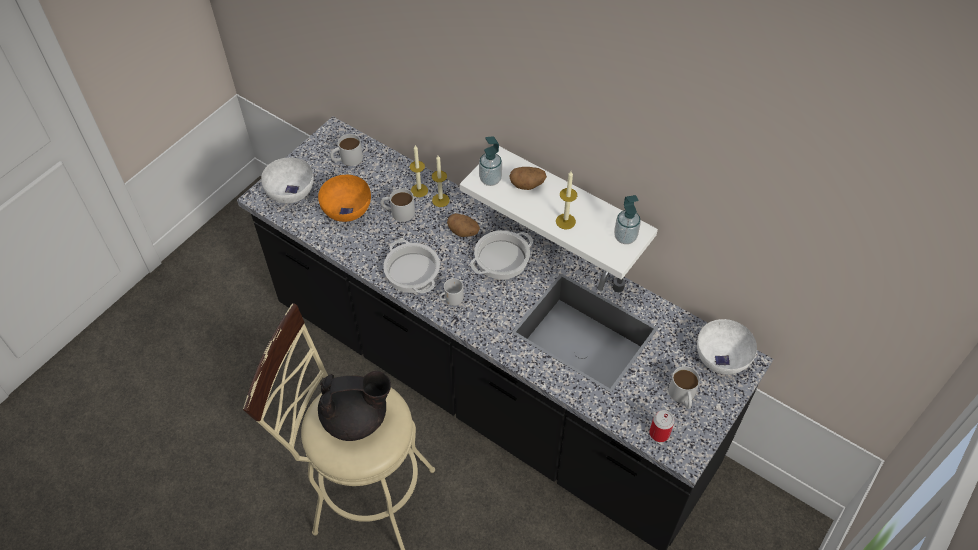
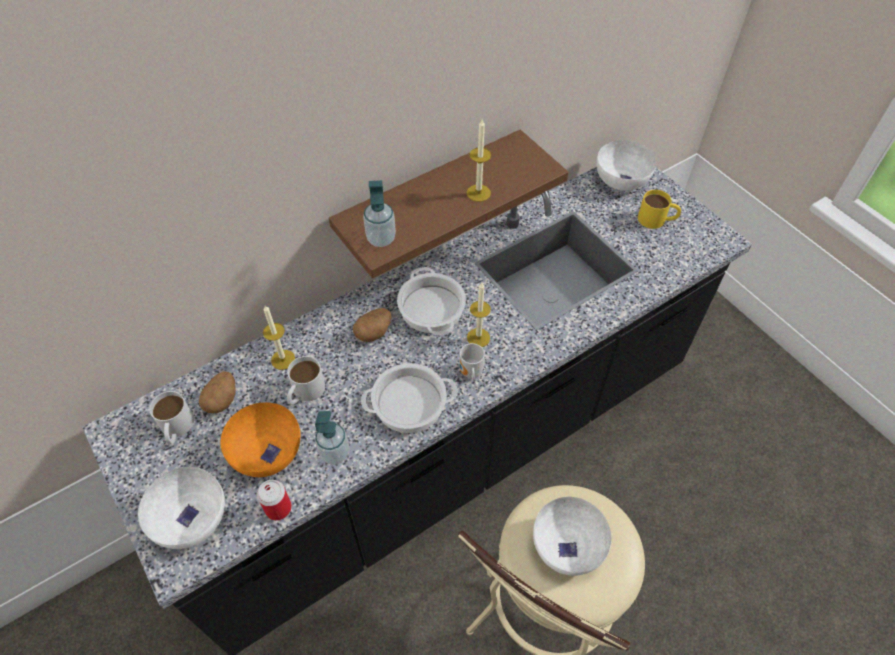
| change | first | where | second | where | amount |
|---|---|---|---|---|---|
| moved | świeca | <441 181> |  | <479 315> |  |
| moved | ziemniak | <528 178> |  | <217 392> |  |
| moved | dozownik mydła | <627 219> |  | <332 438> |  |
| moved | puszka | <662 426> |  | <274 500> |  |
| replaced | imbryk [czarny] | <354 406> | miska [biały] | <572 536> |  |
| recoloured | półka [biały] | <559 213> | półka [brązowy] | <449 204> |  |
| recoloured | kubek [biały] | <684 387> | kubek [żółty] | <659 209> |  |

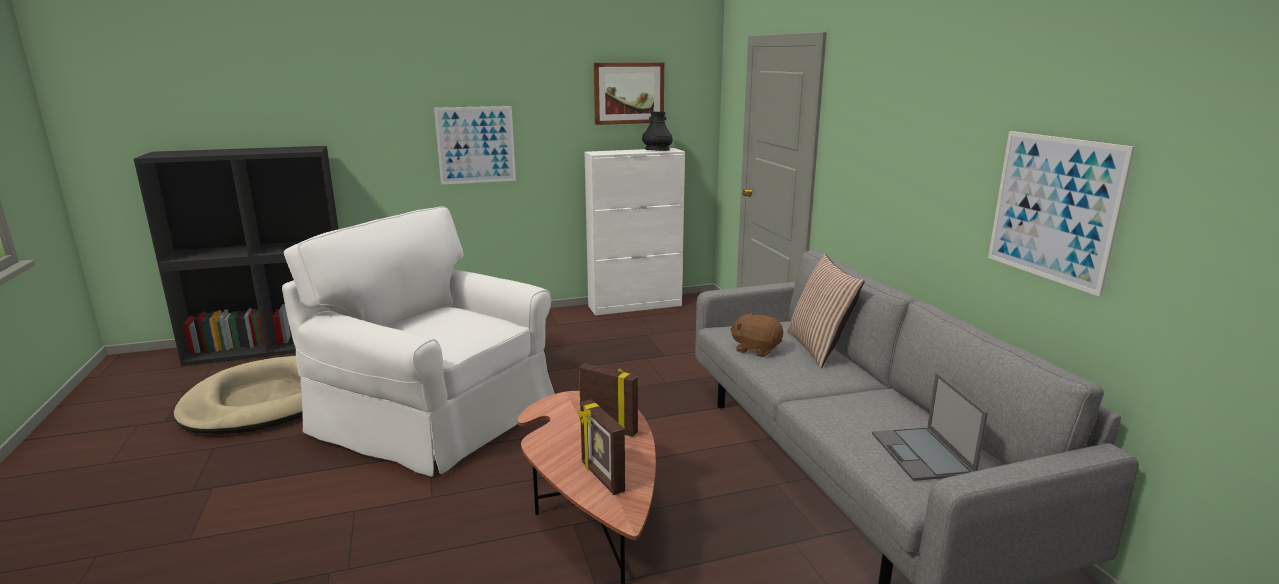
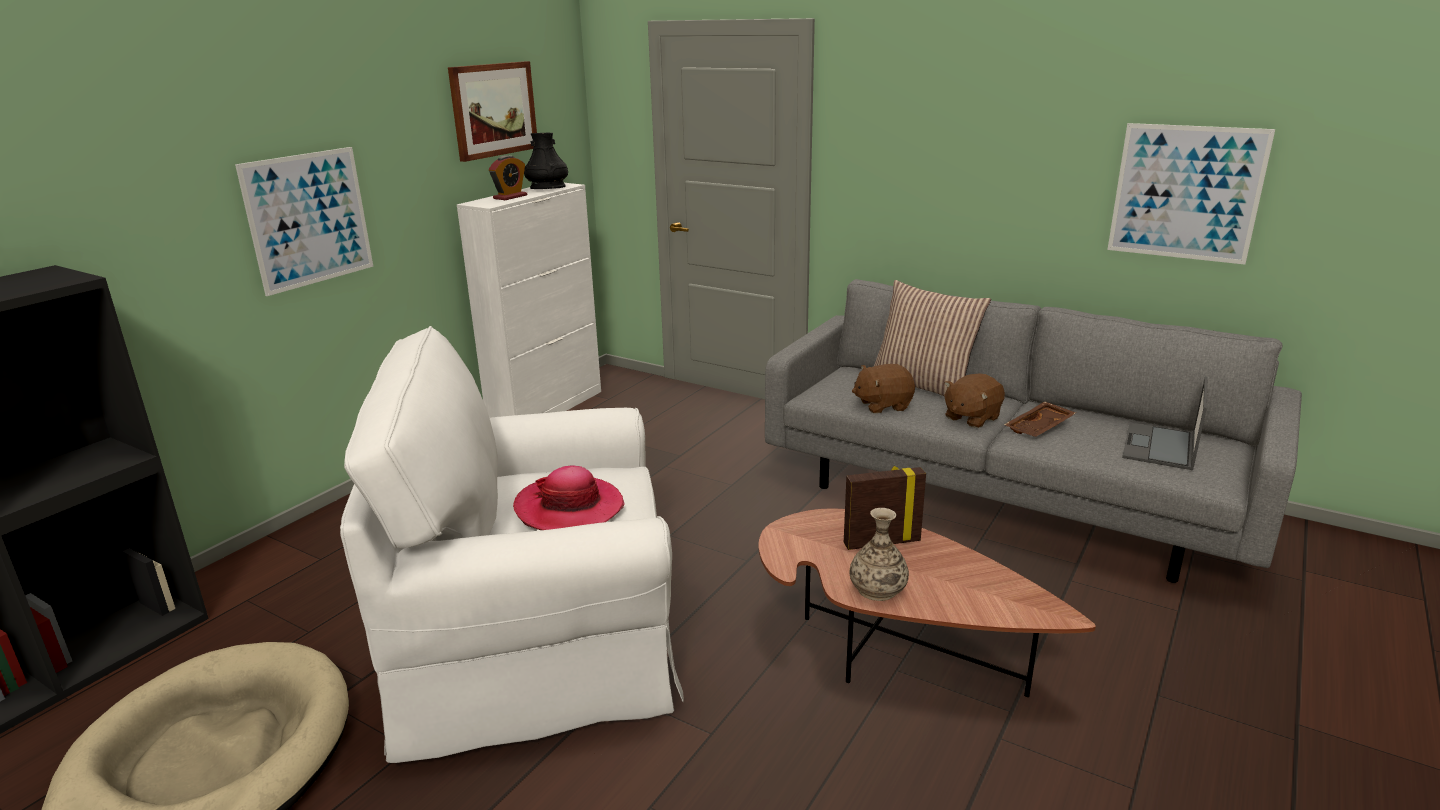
| change | first | where | second | where | amount |
|---|---|---|---|---|---|
| removed | ramka na zdjęcie | <601 447> |  |  |  |
| added |  |  | budzik | <508 177> |  |
| added |  |  | kapelusz | <569 497> |  |
| added |  |  | wazon | <879 554> |  |
| added |  |  | pluszak [brązowy] | <974 400> |  |
| added |  |  | taca [brązowy] | <1040 419> |  |
| turned | laptop | <930 427> |  | <1165 423> | 75 degrees clockwise |

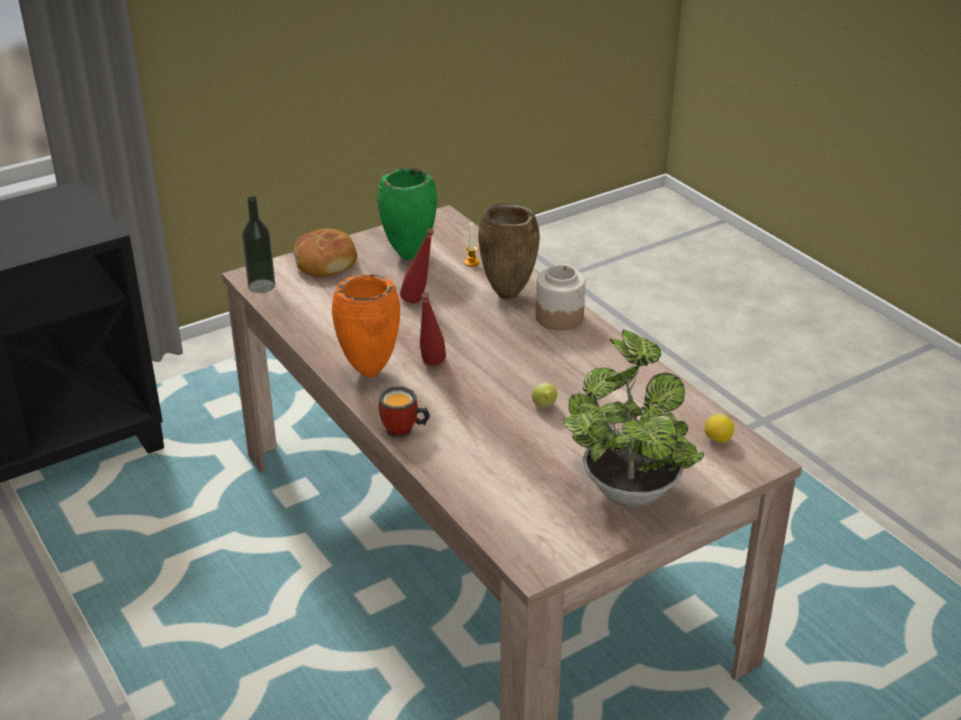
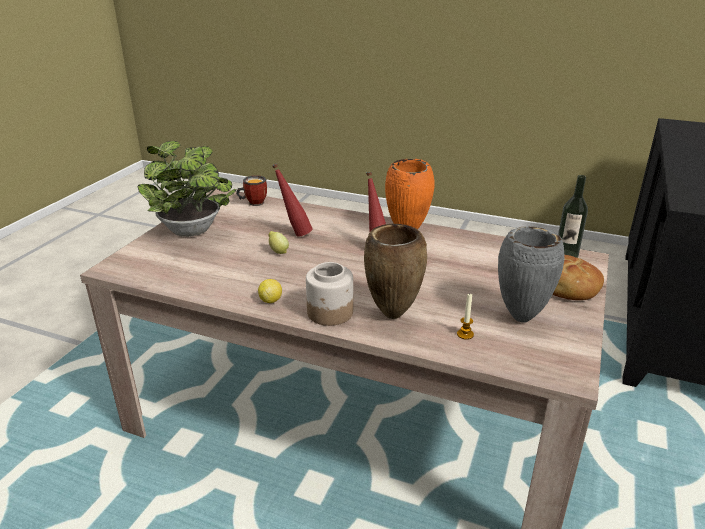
| change | first | where | second | where | amount |
|---|---|---|---|---|---|
| moved | kubek | <404 412> |  | <251 190> |  |
| moved | butelka [czerwony] | <417 265> |  | <292 200> |  |
| moved | cytryna | <719 428> |  | <270 291> |  |
| recoloured | wazon [zielony] | <407 214> | wazon [szary] | <531 275> |  |

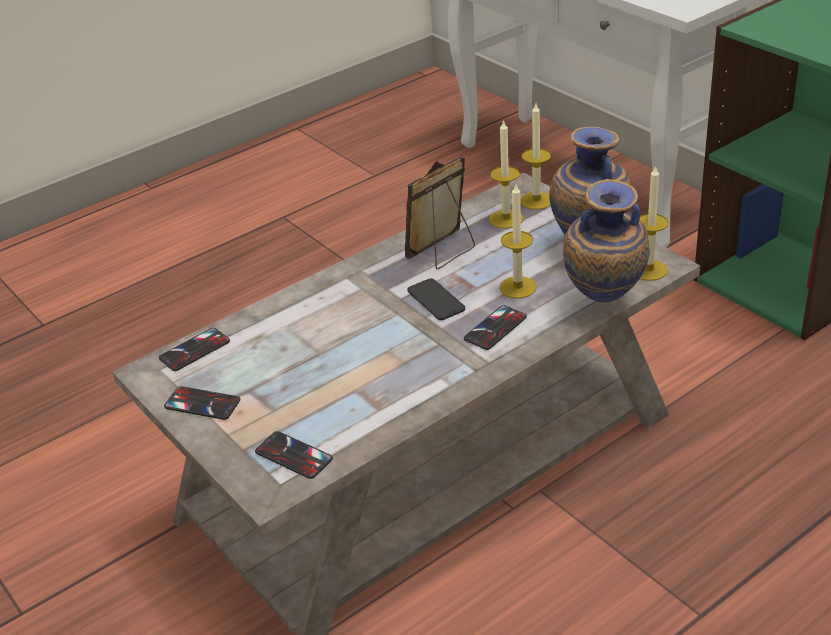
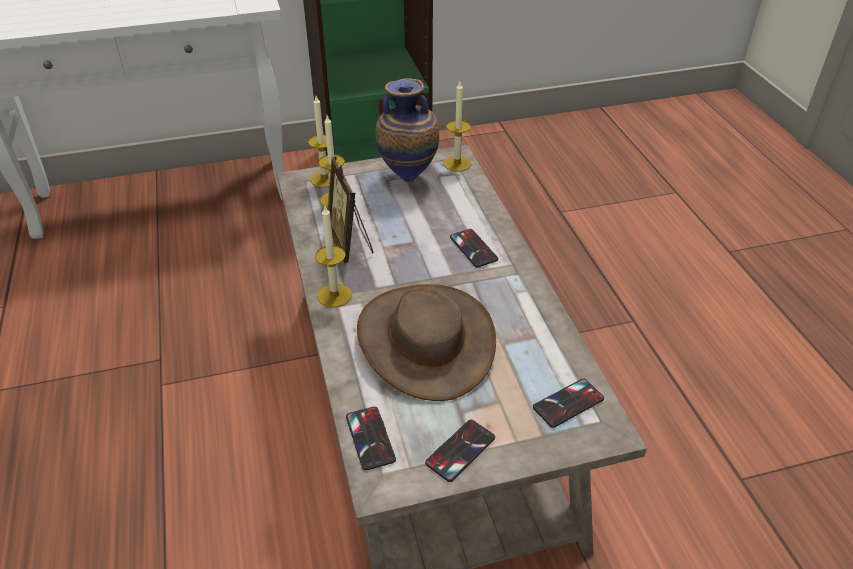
| change | first | where | second | where | amount |
|---|---|---|---|---|---|
| removed | telefon | <436 299> |  |  |  |
| removed | wazon | <606 241> |  |  |  |
| added |  |  | kapelusz [brązowy] | <426 342> |  |
| moved | świeca | <518 241> |  | <333 257> |  |

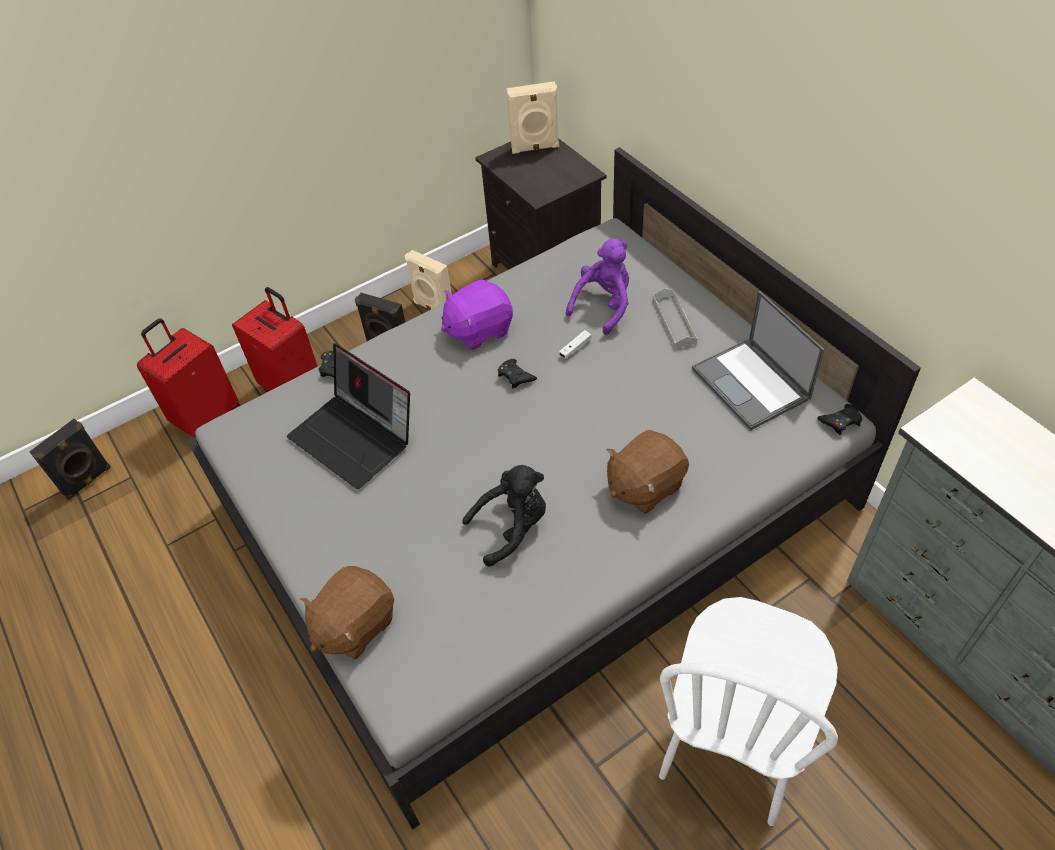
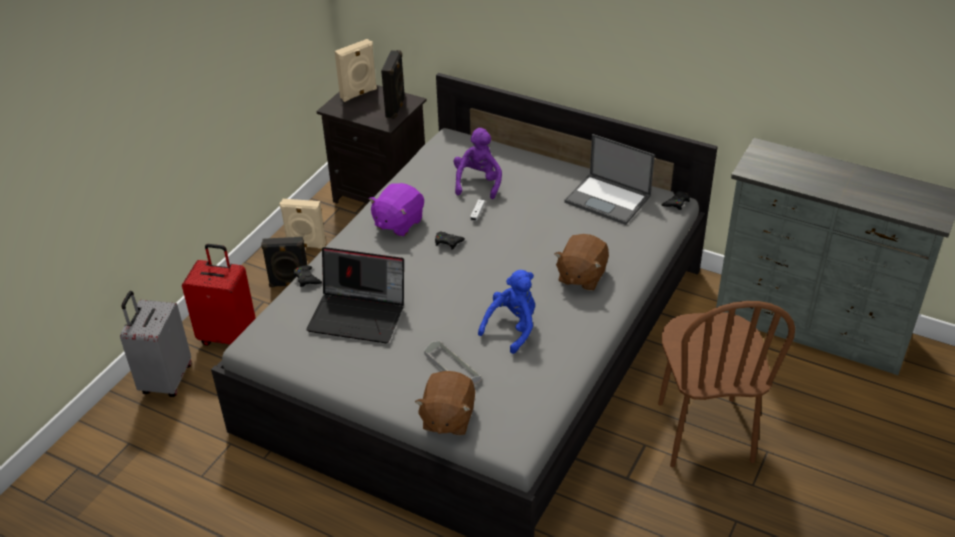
| change | first | where | second | where | amount |
|---|---|---|---|---|---|
| moved | głośnik [czarny] | <70 459> |  | <393 84> |  |
| moved | taca [szary] | <675 318> |  | <452 363> |  |
| recoloured | walizka [czerwony] | <188 378> | walizka [szary] | <156 344> |  |
| recoloured | pluszak [czarny] | <504 515> | pluszak [niebieski] | <506 312> |  |
| recoloured | krzesło [biały] | <748 711> | krzesło [brązowy] | <726 384> |  |

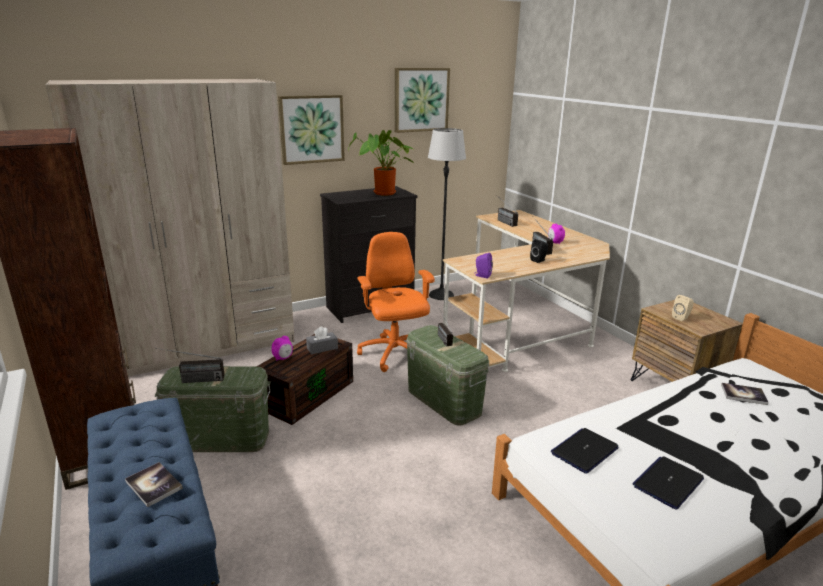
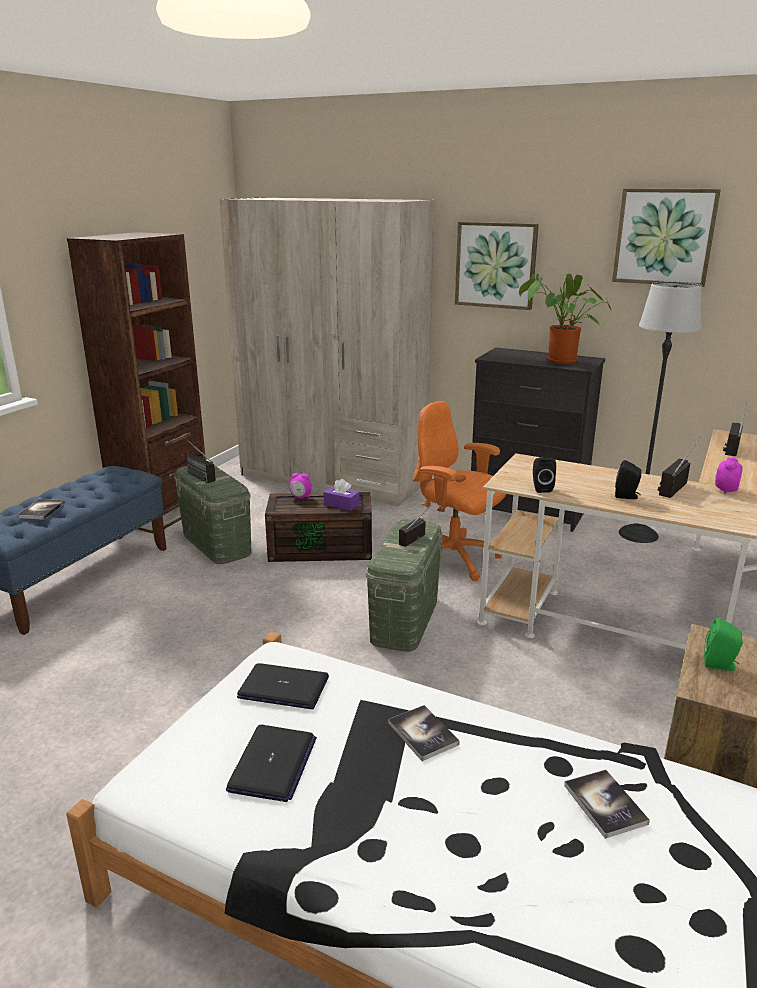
| change | first | where | second | where | amount |
|---|---|---|---|---|---|
| removed | głośnik [fioletowy] | <483 265> |  |  |  |
| added |  |  | książka | <424 733> |  |
| added |  |  | głośnik [czarny] | <544 475> |  |
| recoloured | pudełko chusteczek [szary] | <322 340> | pudełko chusteczek [fioletowy] | <341 495> |  |
| recoloured | głośnik [beżowy] | <683 308> | głośnik [zielony] | <723 644> |  |
| turned | krzesło biurowe [pomarańczowy] | <396 302> |  | <459 491> | 90 degrees counterclockwise |
| turned | laptop | <668 483> |  | <271 763> | 90 degrees clockwise |

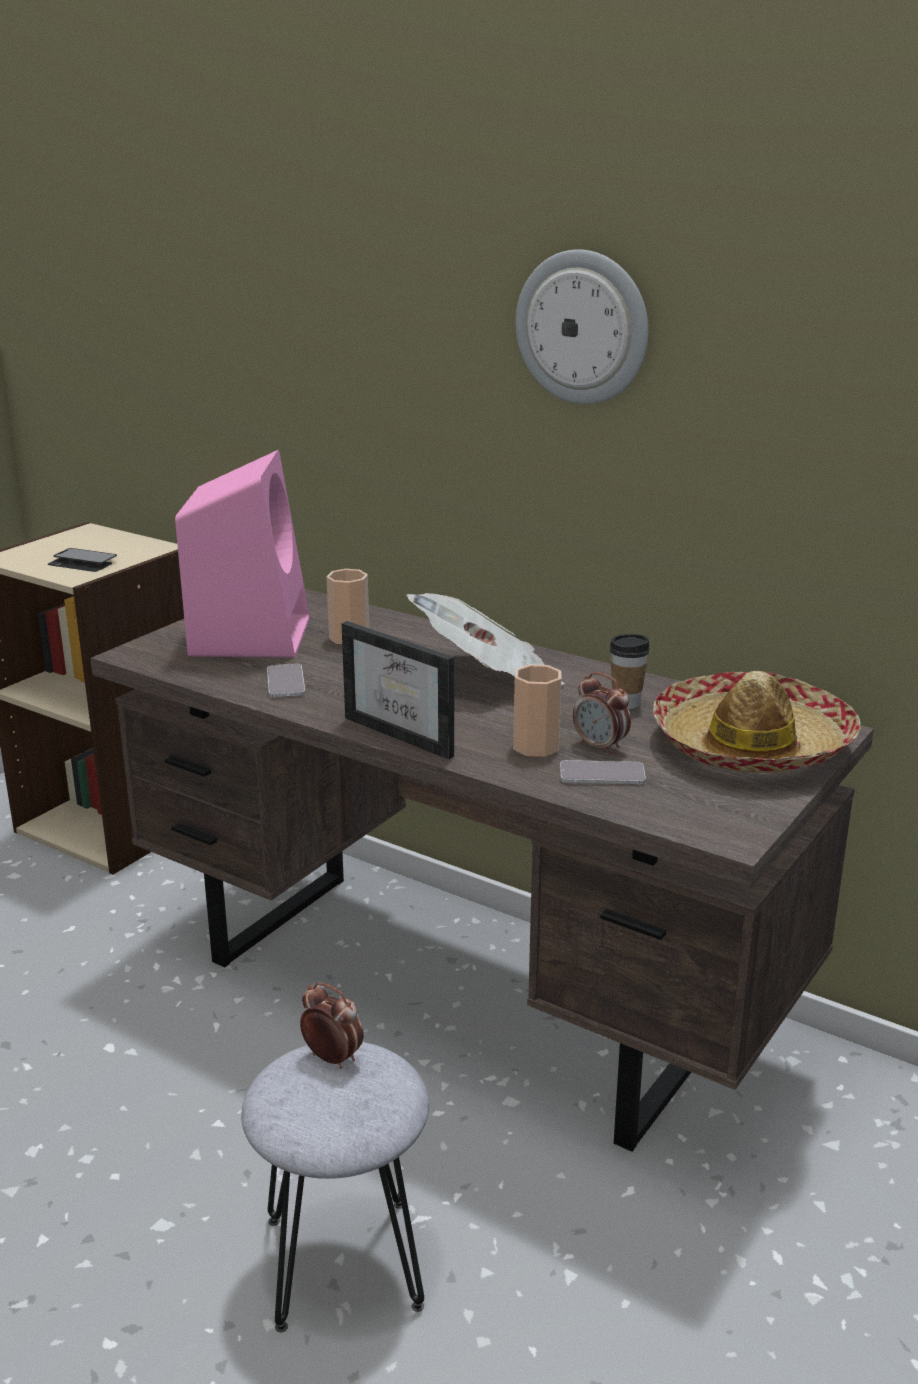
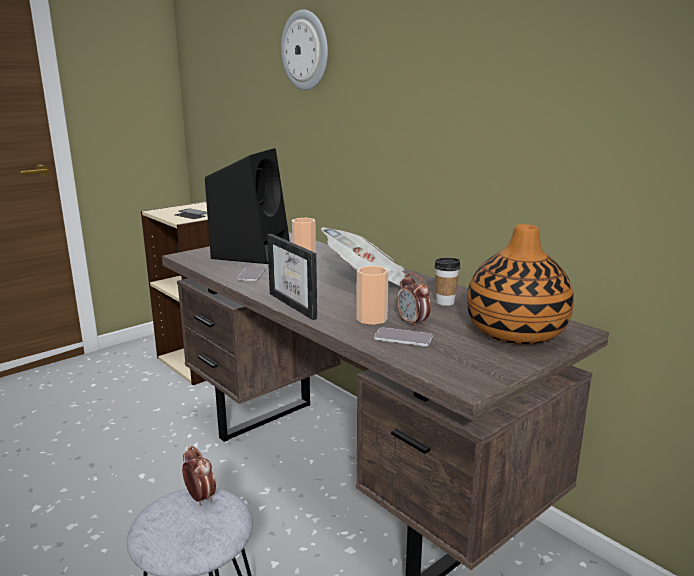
| change | first | where | second | where | amount |
|---|---|---|---|---|---|
| moved | zegar ścienny | <582 326> |  | <304 49> |  |
| replaced | kapelusz | <757 722> | wazon | <520 284> |  |
| recoloured | głośnik [różowy] | <242 554> | głośnik [czarny] | <247 206> |  |

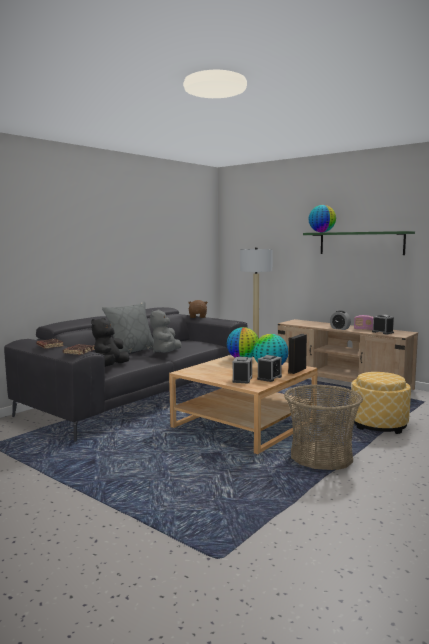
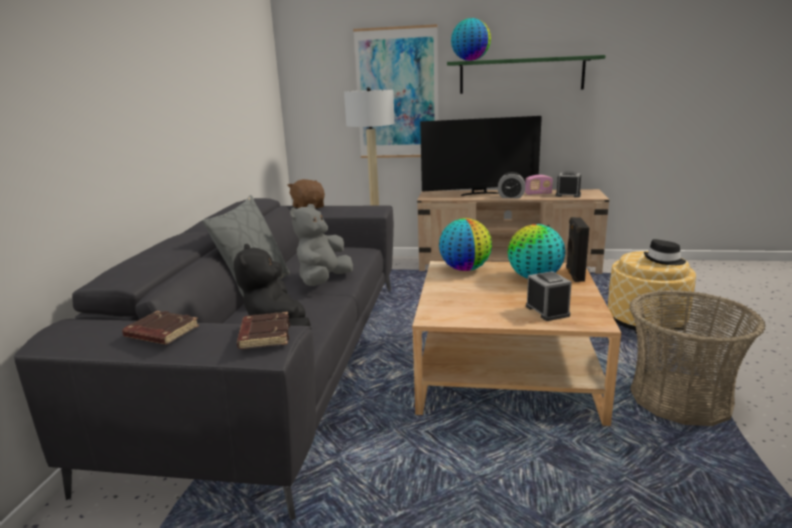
| change | first | where | second | where | amount |
|---|---|---|---|---|---|
| removed | budzik | <269 368> |  |  |  |
| added |  |  | obraz | <395 91> |  |
| added |  |  | telewizor | <481 156> |  |
| added |  |  | kapelusz [czarny] | <665 252> |  |
| turned | pluszak [szary] | <166 331> |  | <321 245> | 45 degrees clockwise |

